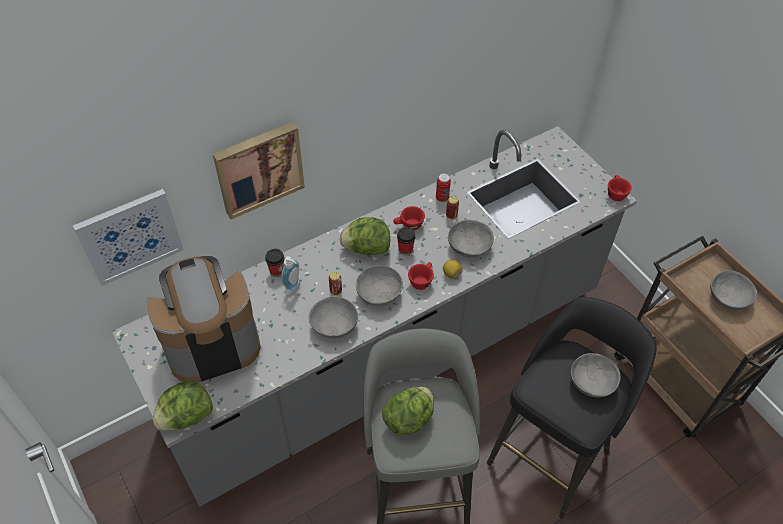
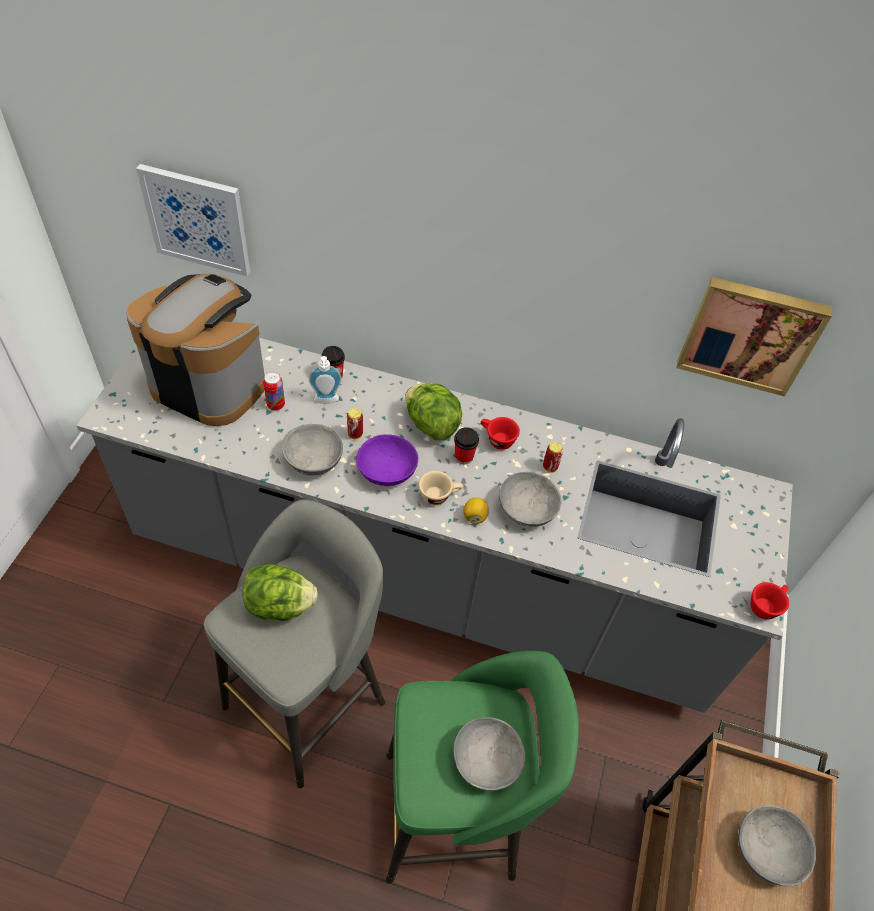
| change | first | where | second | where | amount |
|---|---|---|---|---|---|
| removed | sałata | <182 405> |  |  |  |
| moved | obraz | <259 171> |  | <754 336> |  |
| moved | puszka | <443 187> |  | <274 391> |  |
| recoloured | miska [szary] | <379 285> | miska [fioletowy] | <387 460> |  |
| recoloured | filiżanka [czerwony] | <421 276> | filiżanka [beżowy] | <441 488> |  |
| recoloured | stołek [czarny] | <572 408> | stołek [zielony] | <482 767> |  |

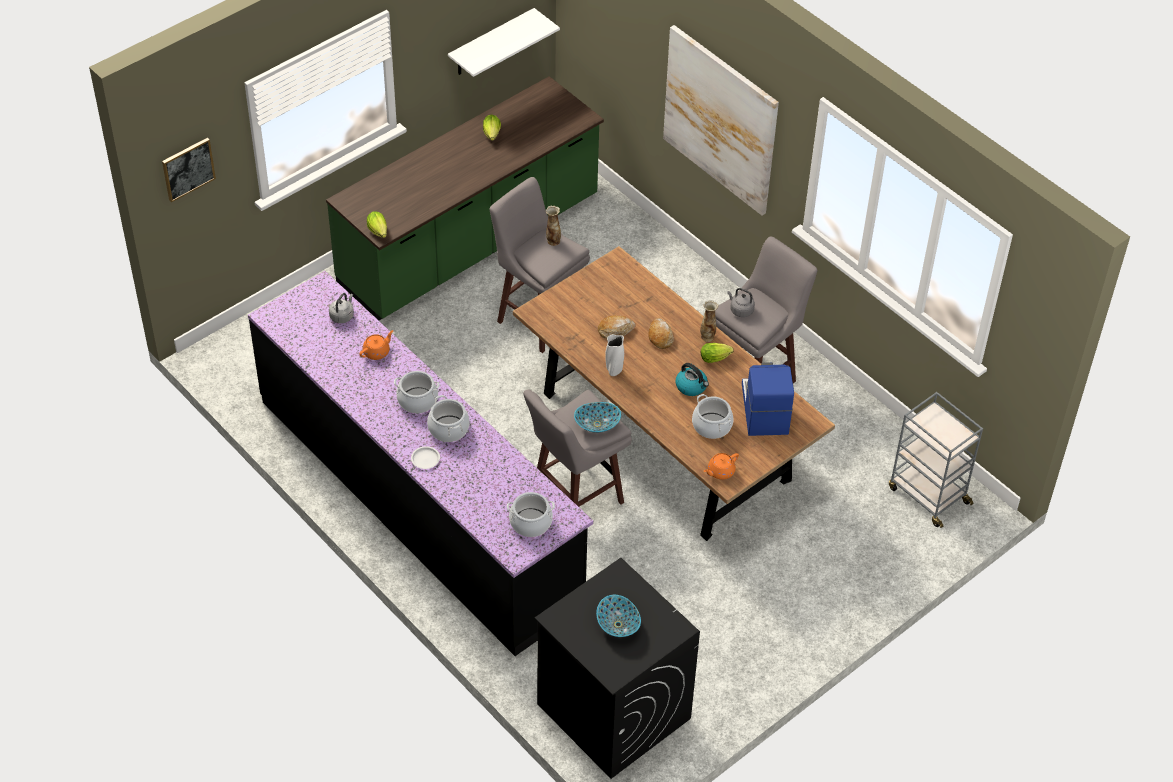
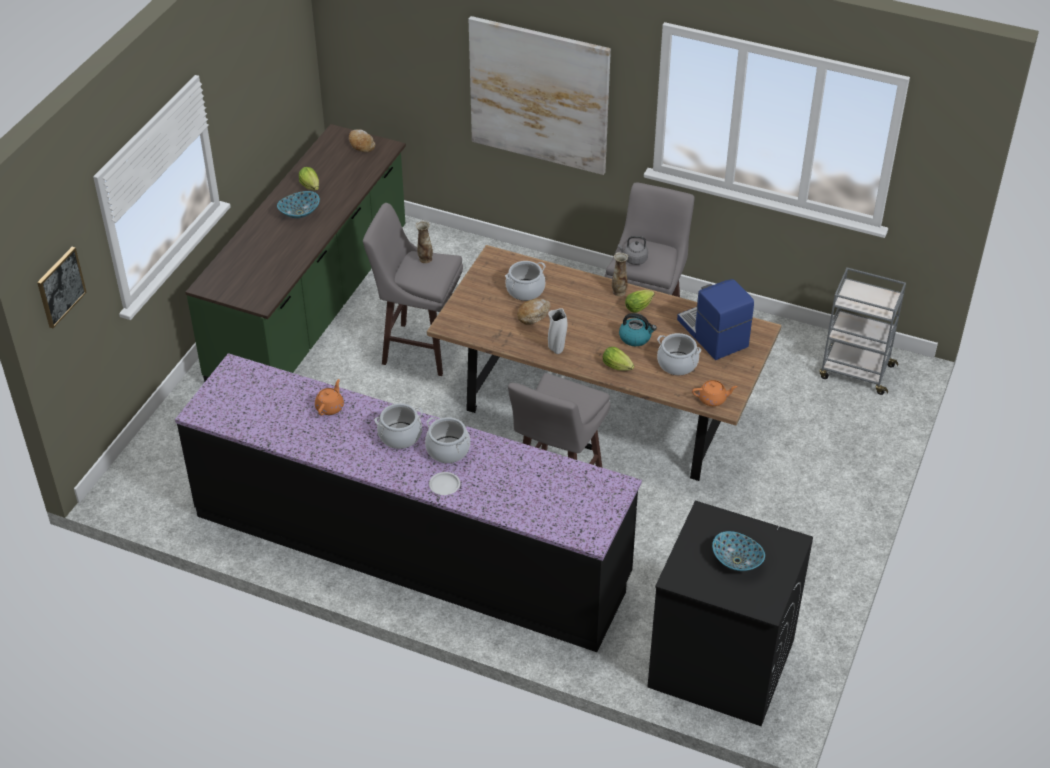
| change | first | where | second | where | amount |
|---|---|---|---|---|---|
| removed | czajnik [szary] | <341 308> |  |  |  |
| removed | półka [biały] | <504 42> |  |  |  |
| moved | sałata | <377 224> |  | <618 359> |  |
| moved | garnek | <531 514> |  | <525 281> |  |
| moved | miska | <597 417> |  | <298 204> |  |
| moved | chleb | <661 333> |  | <362 140> |  |
| turned | imbryk [pomarańczowy] | <721 466> |  | <715 393> | 120 degrees counterclockwise |

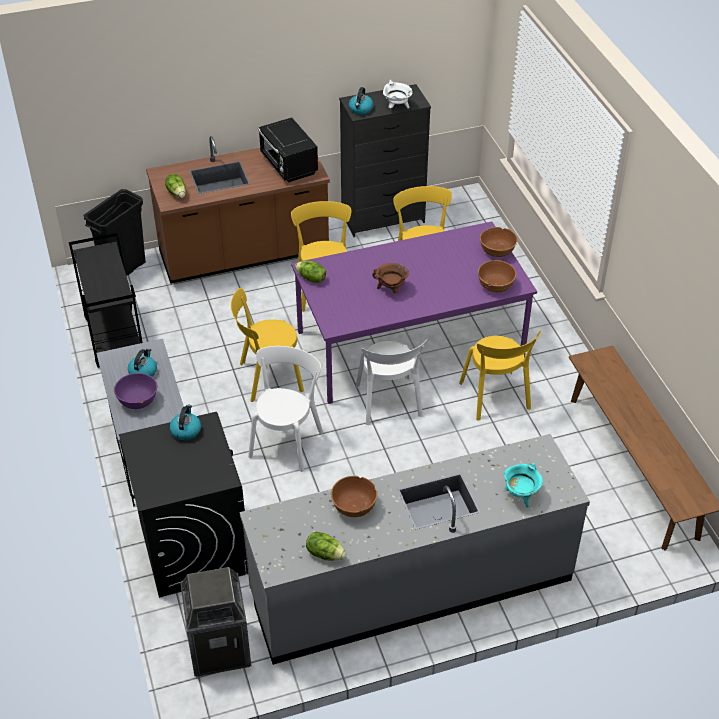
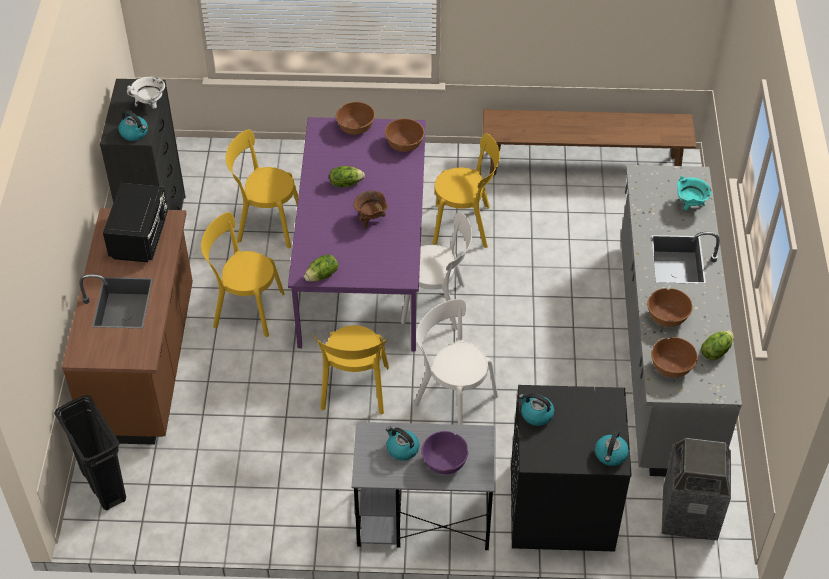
| change | first | where | second | where | amount |
|---|---|---|---|---|---|
| removed | wózek [czarny] | <106 300> |  |  |  |
| added |  |  | czajnik | <612 448> |  |
| added |  |  | miska [brązowy] | <674 357> |  |
| moved | sałata | <175 186> |  | <347 176> |  |
| turned | mikrofalówka [czarny] | <288 150> |  | <135 222> | 75 degrees counterclockwise |

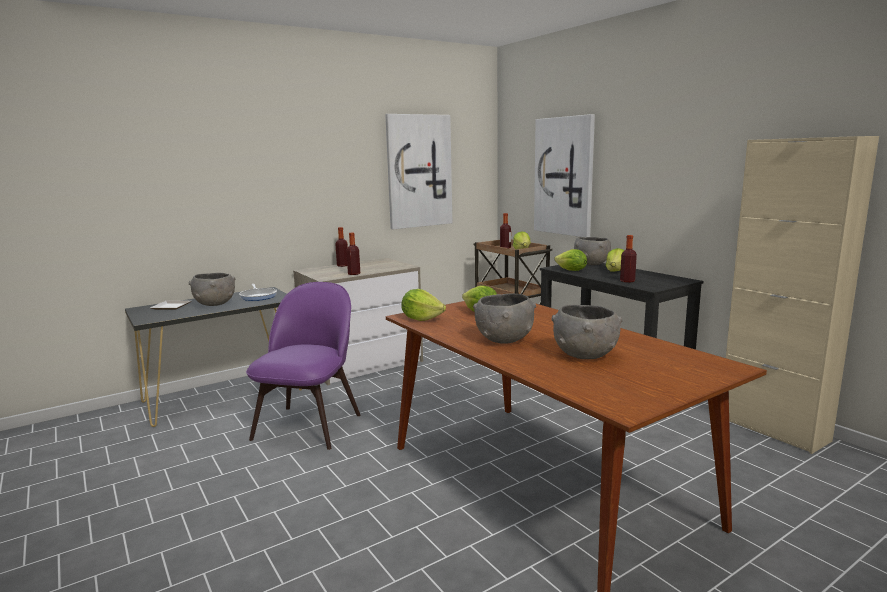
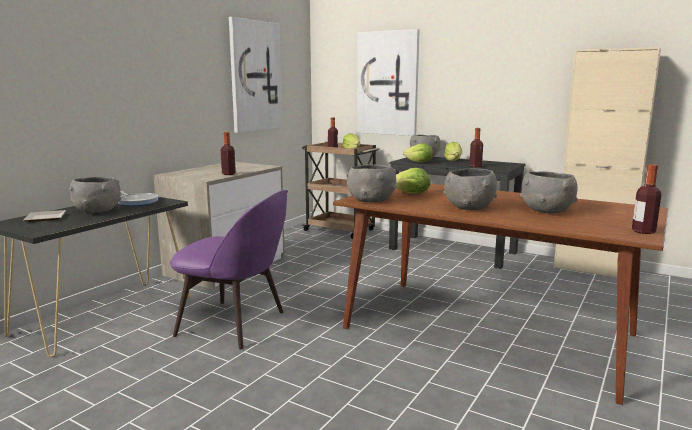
| change | first | where | second | where | amount |
|---|---|---|---|---|---|
| moved | butelka | <341 247> |  | <646 199> |  |
| replaced | sałata | <423 305> | miska [szary] | <371 183> |  |
| turned | krzesło [fioletowy] | <303 366> |  | <229 269> | 120 degrees clockwise |

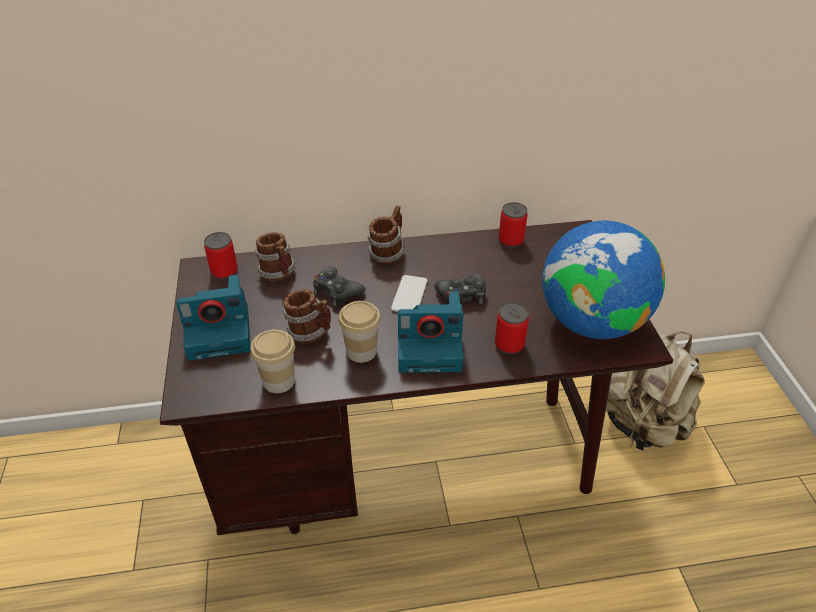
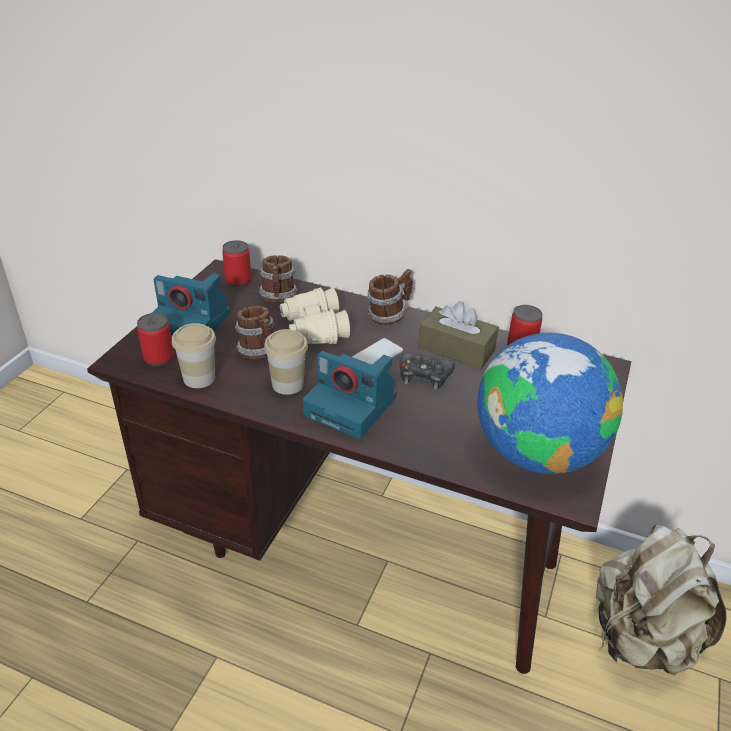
| change | first | where | second | where | amount |
|---|---|---|---|---|---|
| added |  |  | pudełko chusteczek [brązowy] | <458 335> |  |
| moved | puszka | <512 328> |  | <155 339> |  |
| replaced | pad do gier [czarny] | <339 286> | lornetka [beżowy] | <315 315> |  |

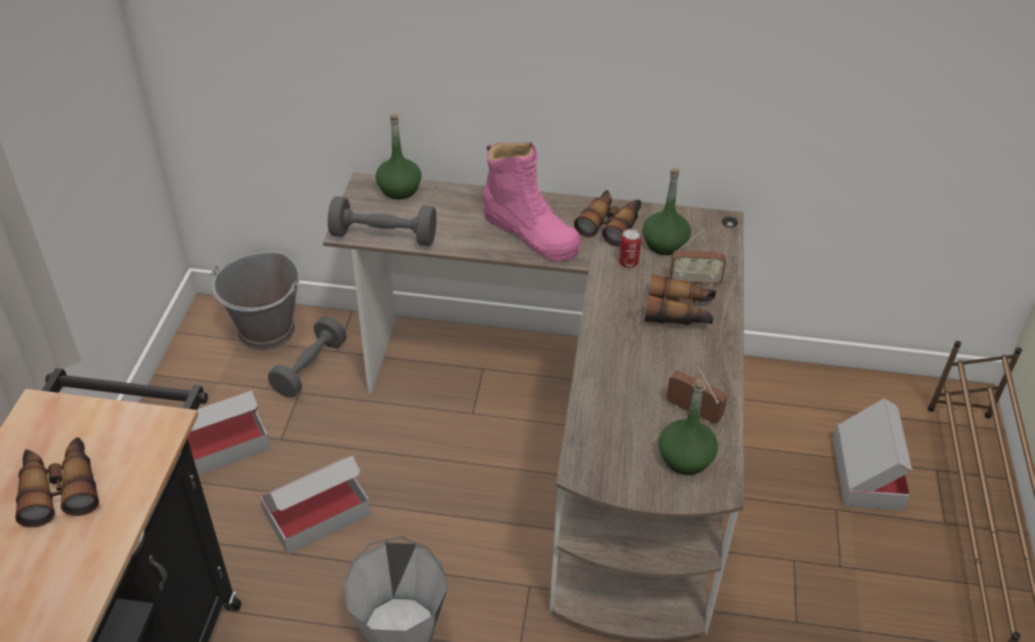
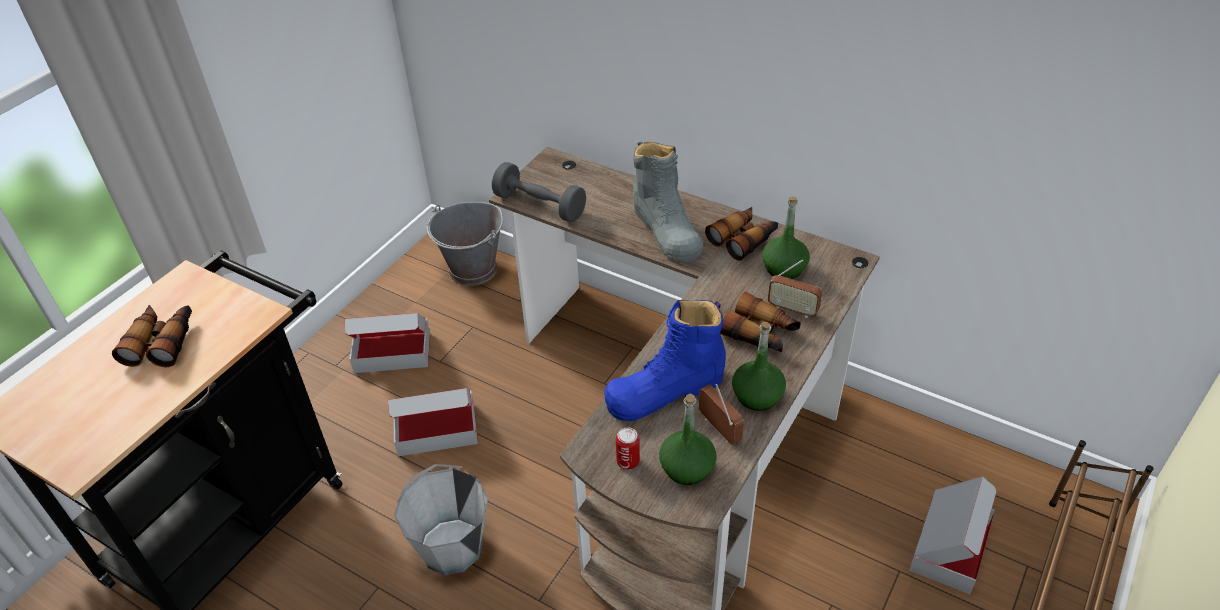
| change | first | where | second | where | amount |
|---|---|---|---|---|---|
| removed | hantel [szary] | <307 357> |  |  |  |
| added |  |  | but z cholewką [niebieski] | <665 360> |  |
| moved | butelka [zielony] | <398 156> |  | <759 366> |  |
| moved | puszka | <629 248> |  | <628 448> |  |
| recoloured | but z cholewką [różowy] | <532 202> | but z cholewką [szary] | <668 202> |  |

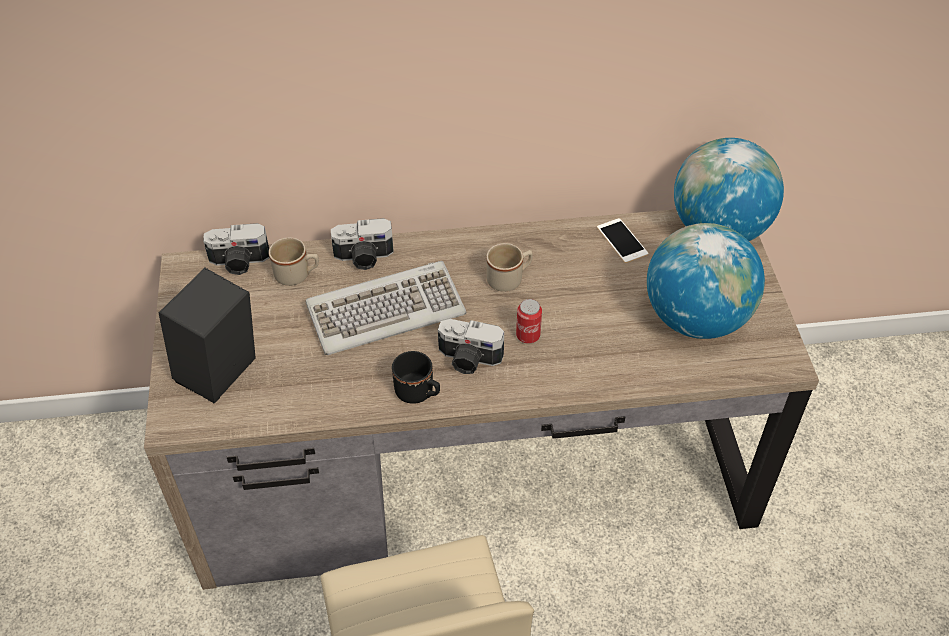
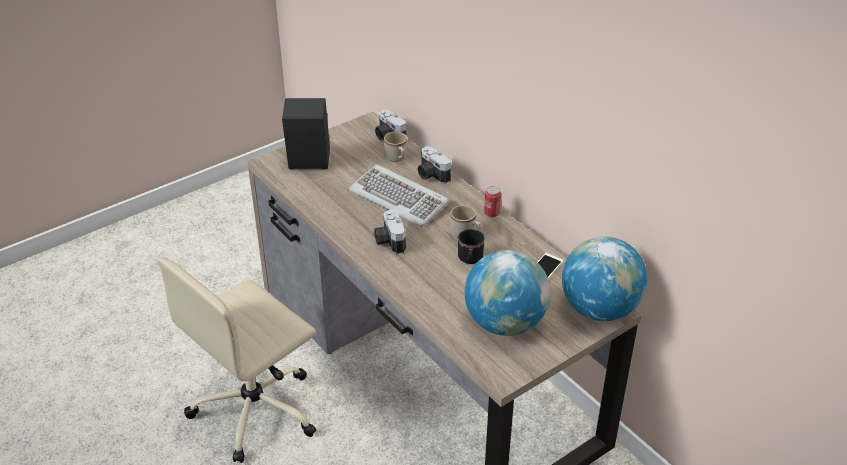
| change | first | where | second | where | amount |
|---|---|---|---|---|---|
| moved | kubek [czarny] | <416 377> |  | <471 246> |  |
| moved | puszka | <529 321> |  | <492 201> |  |

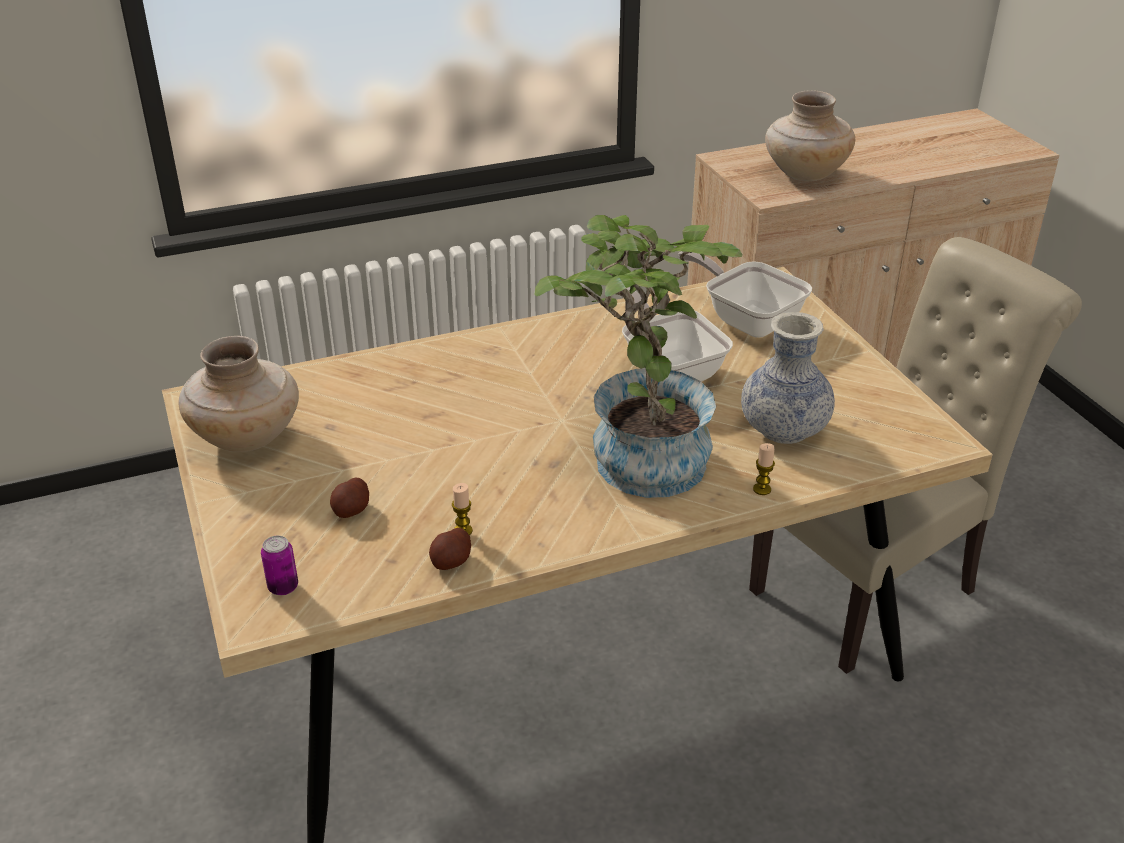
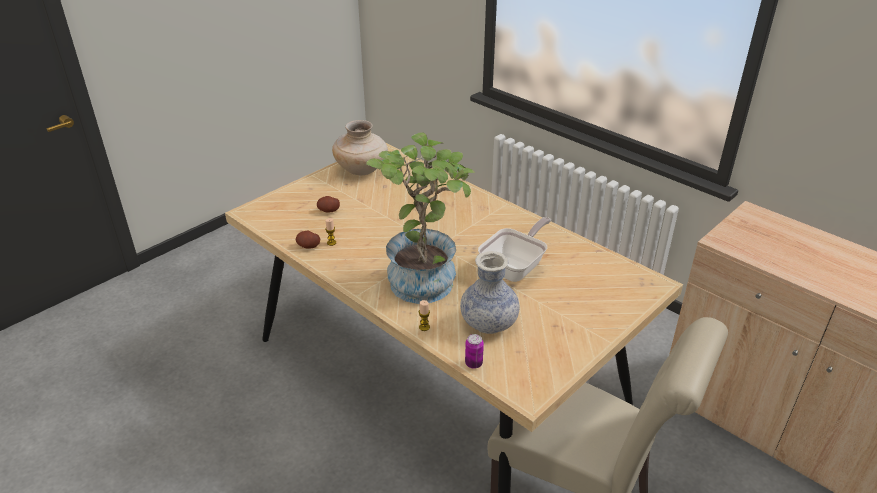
| change | first | where | second | where | amount |
|---|---|---|---|---|---|
| removed | patelnia | <745 294> |  |  |  |
| removed | wazon [beżowy] | <810 135> |  |  |  |
| moved | puszka | <279 565> |  | <474 351> |  |

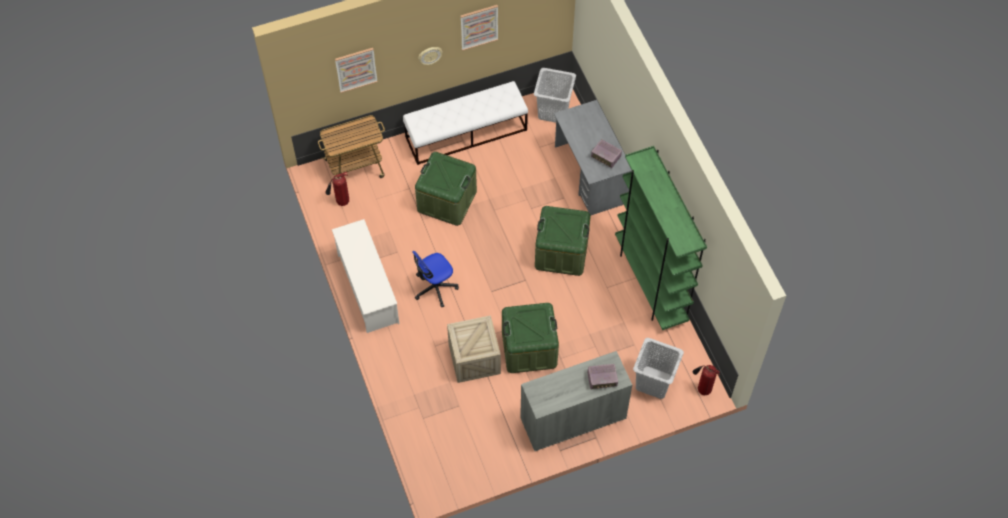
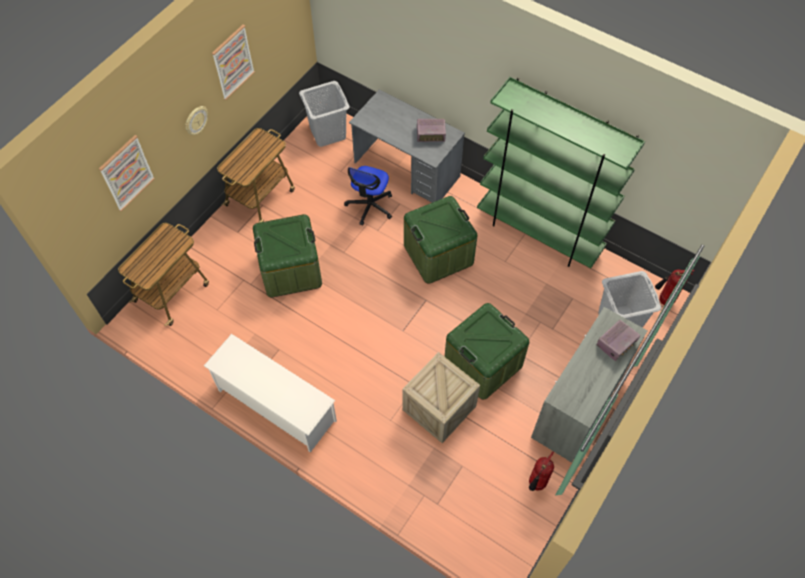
| change | first | where | second | where | amount |
|---|---|---|---|---|---|
| moved | gaśnica | <337 189> |  | <541 471> |  |
| moved | krzesło biurowe | <435 279> |  | <368 196> |  |
| replaced | ławka [biały] | <465 123> | wózek | <256 175> |  |

